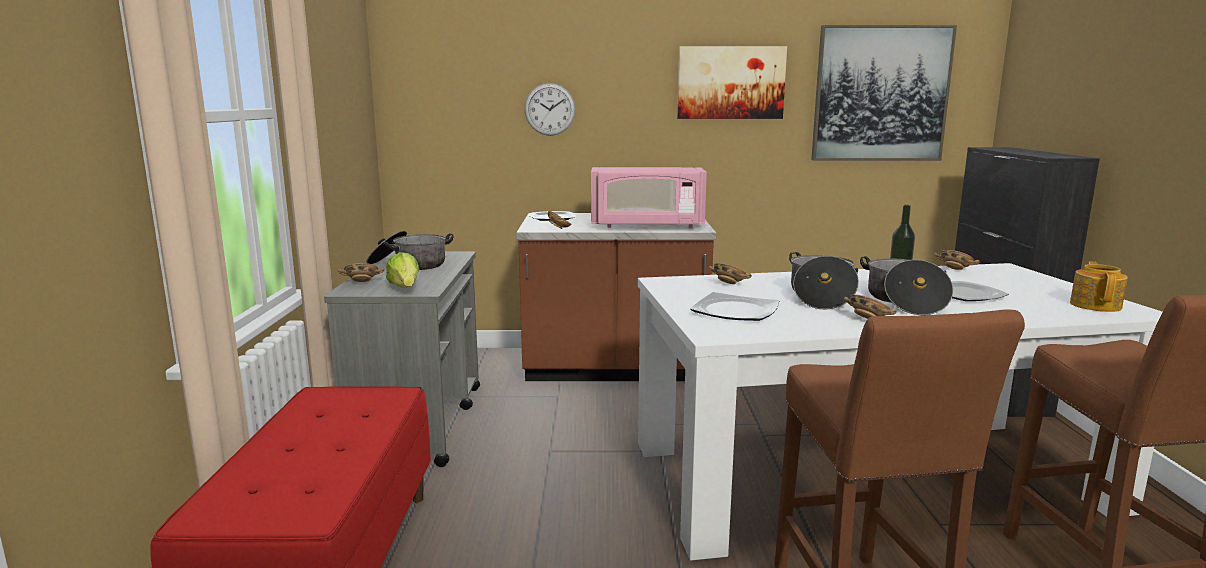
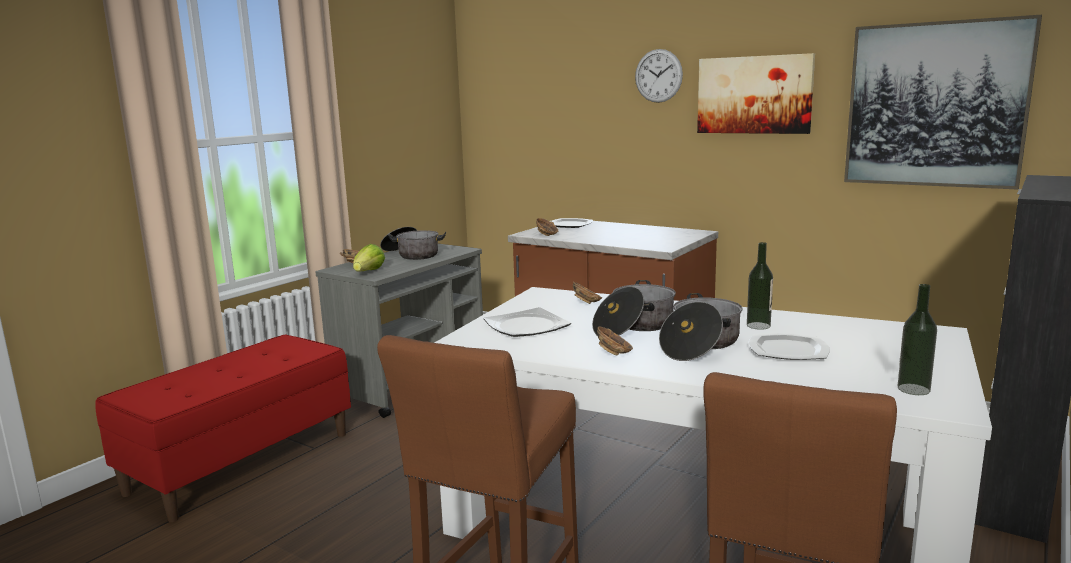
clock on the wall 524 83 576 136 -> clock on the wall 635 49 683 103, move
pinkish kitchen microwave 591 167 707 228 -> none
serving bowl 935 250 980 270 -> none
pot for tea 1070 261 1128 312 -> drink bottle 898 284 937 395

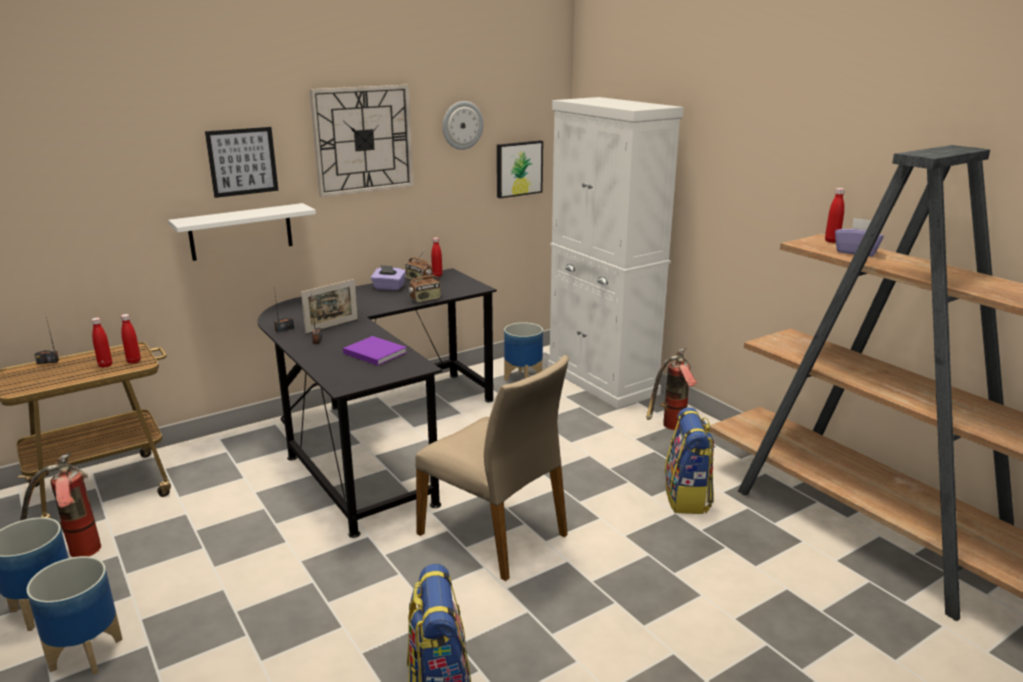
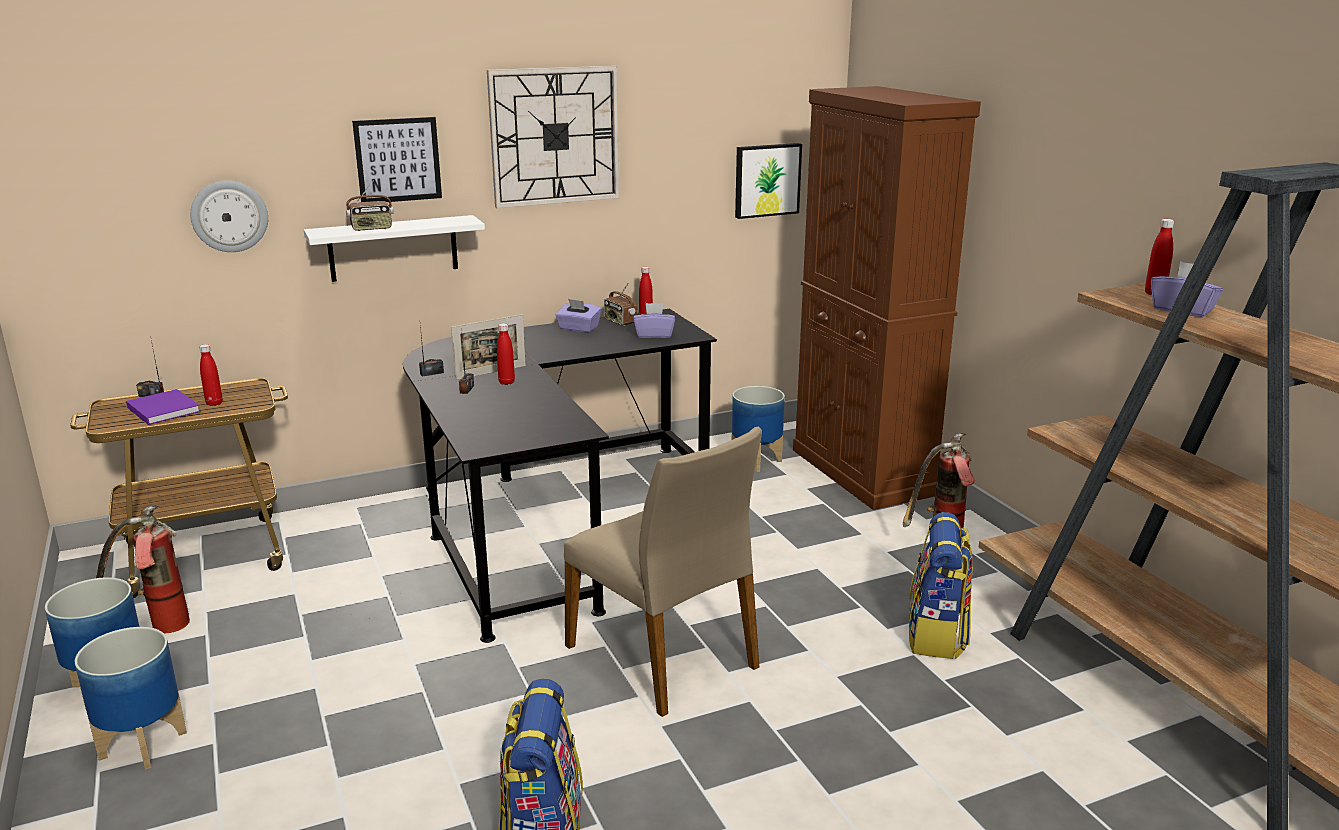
white storage cabinet 548 97 684 409 -> brown storage cabinet 793 86 981 510
clock on the wall 442 101 484 150 -> clock on the wall 190 181 268 252, move
radio 409 265 441 302 -> radio 346 181 393 231, move
red-coloured drink bottle 121 314 141 364 -> red-coloured drink bottle 497 323 515 385, move
purple book 343 336 407 366 -> purple book 126 389 201 425, move
none -> purple tissue holder 633 303 675 338

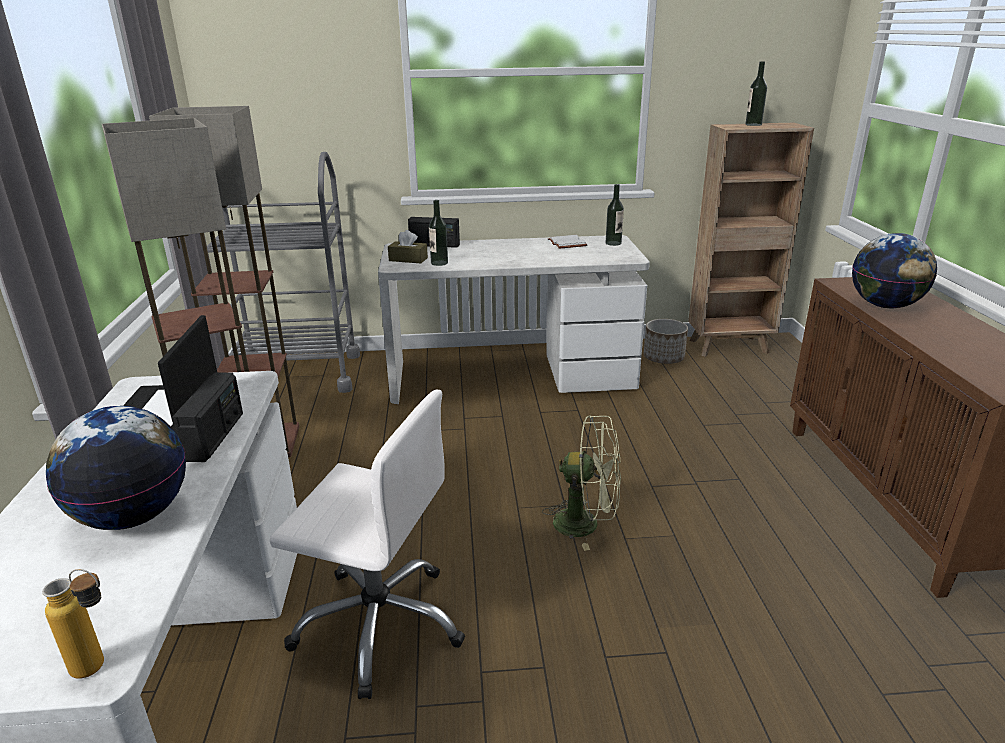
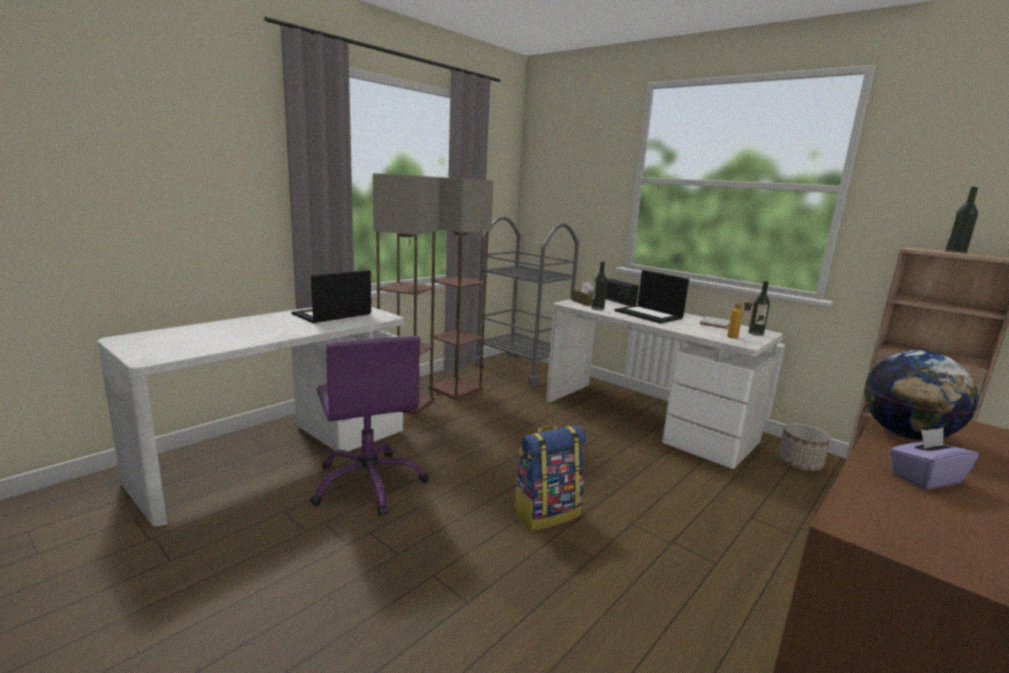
radio 171 373 243 462 -> none
white computer chair 269 390 465 699 -> purple computer chair 310 336 429 516
world globe 46 406 186 530 -> none
greenish fan 542 415 621 551 -> backpack 513 425 586 531
drink bottle 42 569 104 679 -> drink bottle 727 298 753 338, move
none -> notebook computer 614 270 689 323
none -> purple tissue holder 890 428 979 489

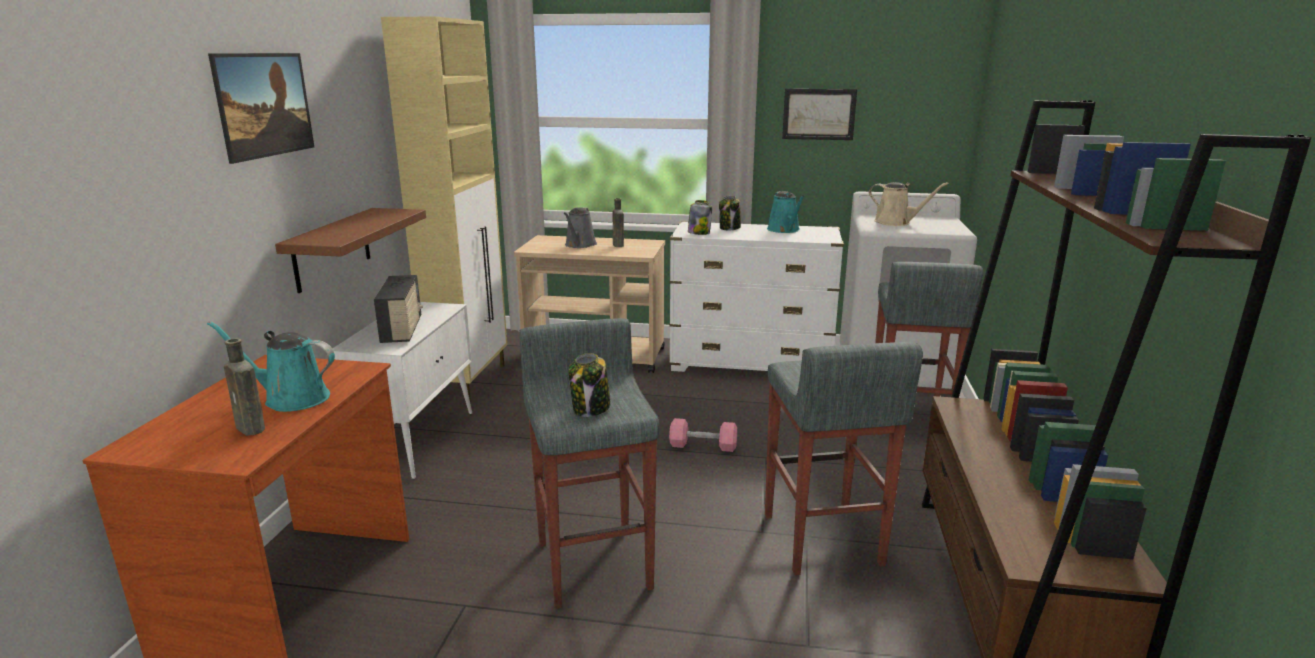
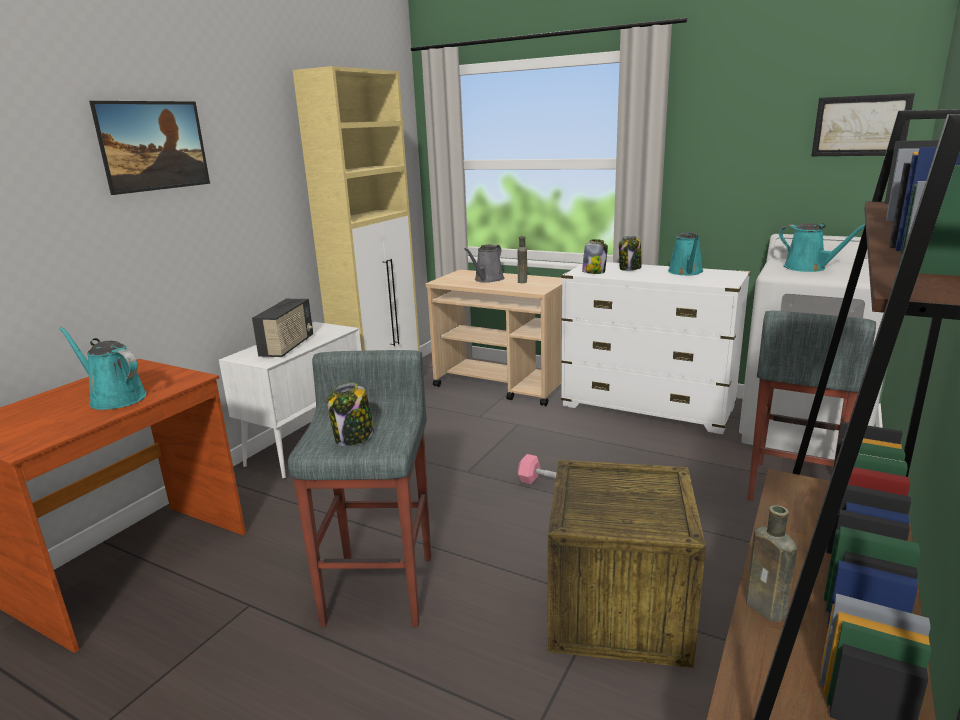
wall art 782 89 857 140 -> wall art 811 93 915 156, move
sand-coloured sprinkling can 869 182 949 226 -> turquoise sprinkling can 779 223 865 272
brown shelf 275 208 426 293 -> none
brown drink bottle 224 338 265 436 -> brown drink bottle 746 505 797 622, move
grey stool 765 342 923 575 -> packing crate 548 460 706 668

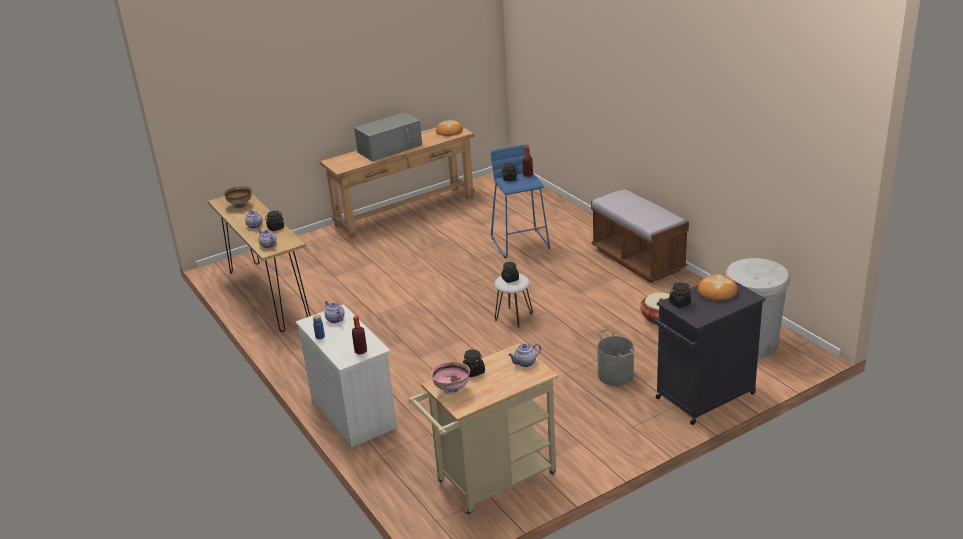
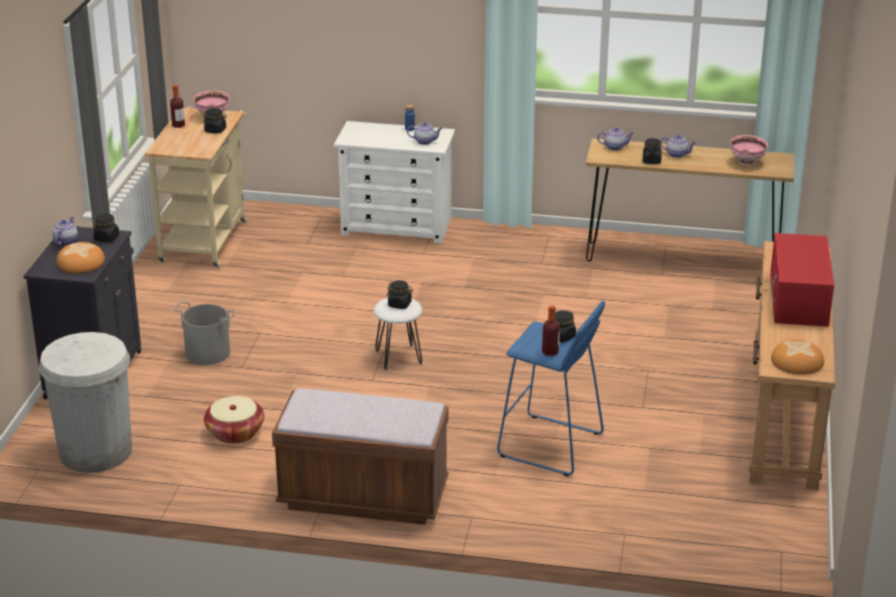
grey kitchen microwave 354 112 422 161 -> red-coloured kitchen microwave 770 233 834 327
brown serving bowl 224 186 252 208 -> pinkish serving bowl 730 135 768 165
drink bottle 352 316 367 354 -> drink bottle 170 85 185 128, move
pot for tea 508 343 541 367 -> pot for tea 52 217 78 246, move

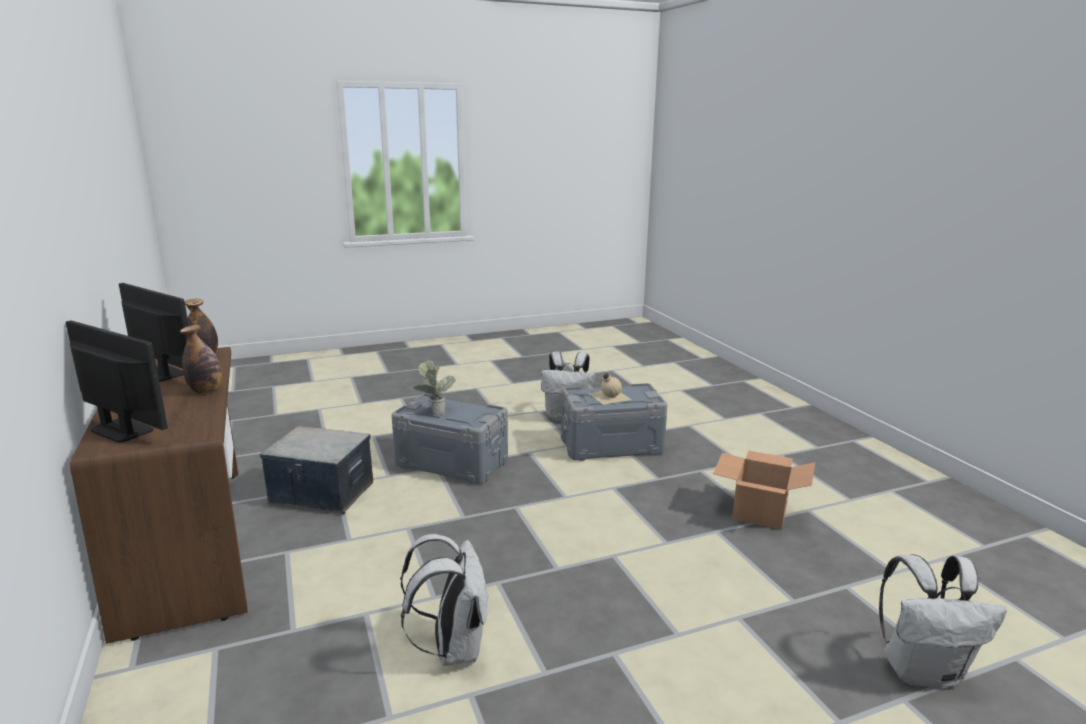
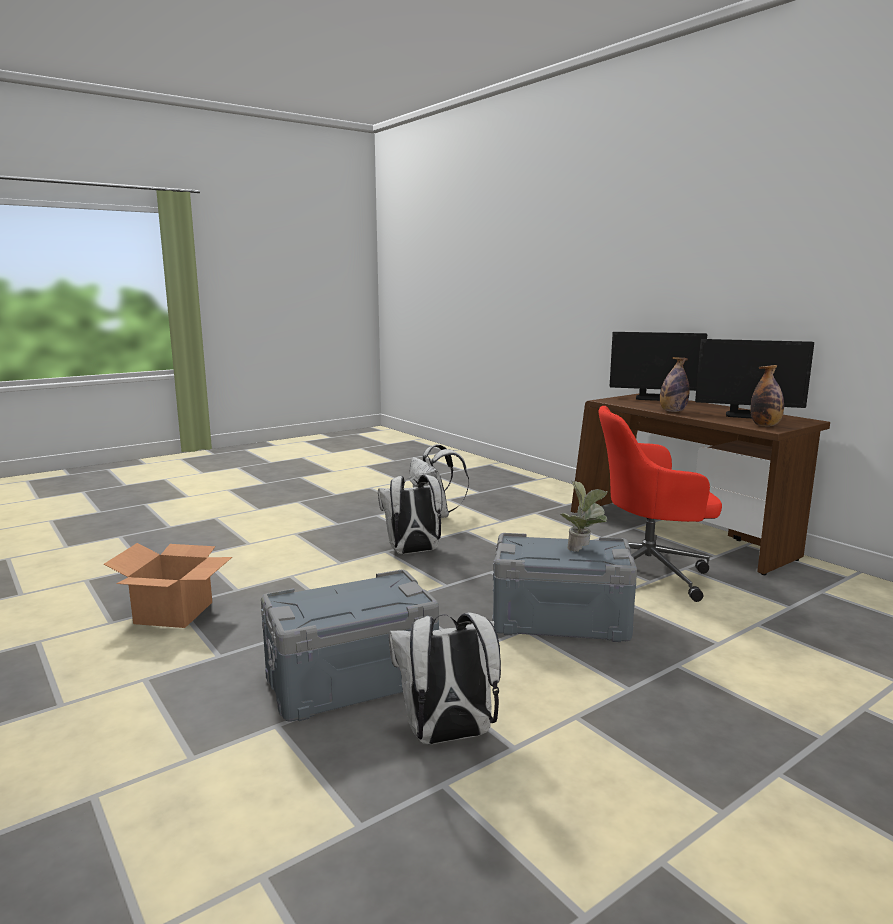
sand-coloured drink bottle 588 373 631 405 -> none
storage container 260 426 373 514 -> red-coloured computer chair 599 406 722 602
white backpack 879 554 1007 687 -> white backpack 378 475 442 554, move

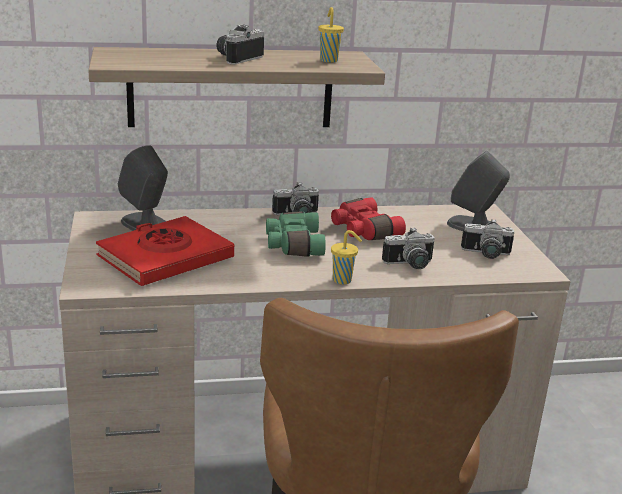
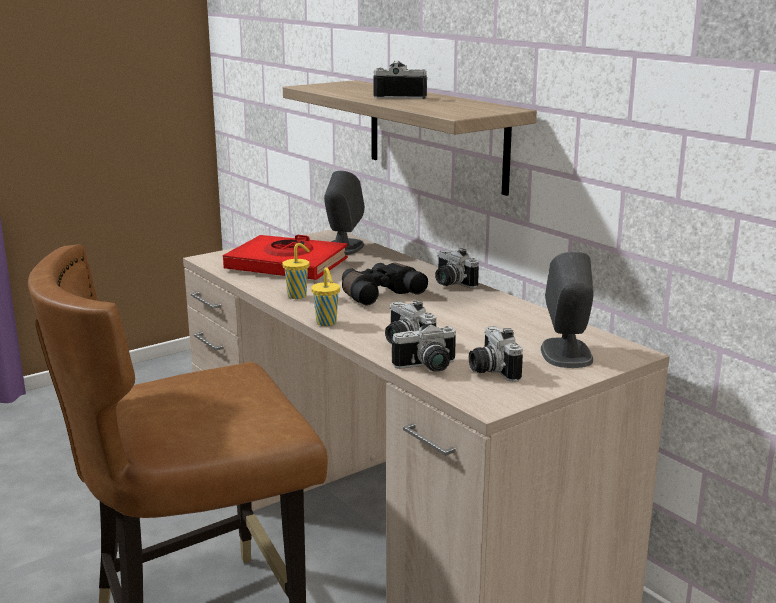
yellowish small cup 318 7 344 63 -> yellowish small cup 282 243 310 299, move
red-coloured binoculars 331 197 406 240 -> none
greenish binoculars 266 211 326 257 -> black-coloured binoculars 342 263 428 306
none -> still camera 392 320 456 372

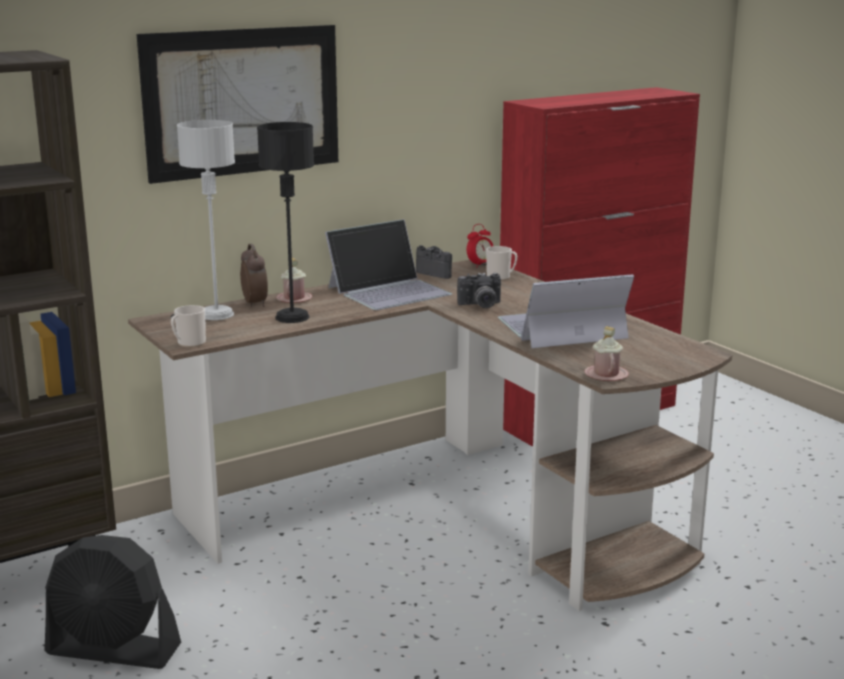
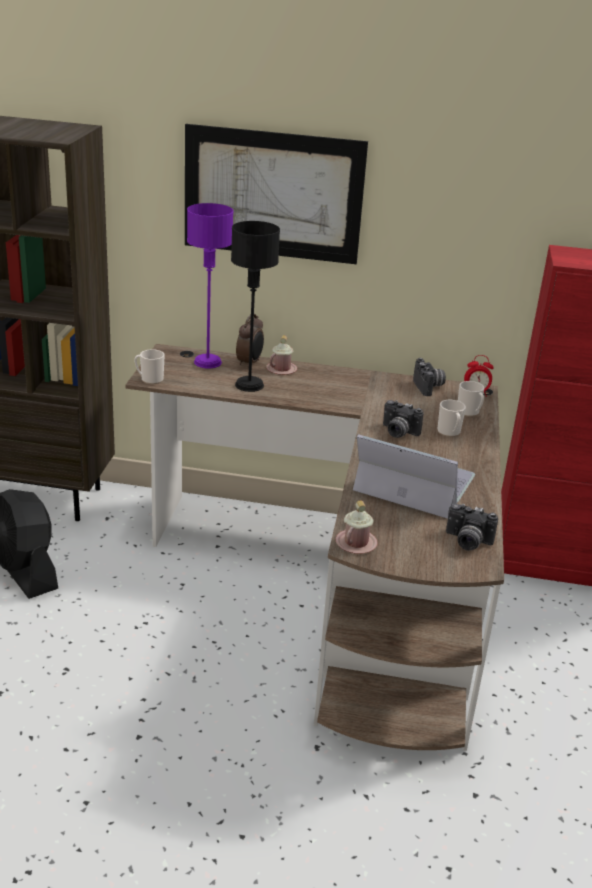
grey lamp for a table 177 120 235 320 -> purple lamp for a table 187 203 233 368
notebook computer 325 219 452 310 -> none
none -> coffee mug 437 400 466 437
none -> still camera 446 503 498 551

